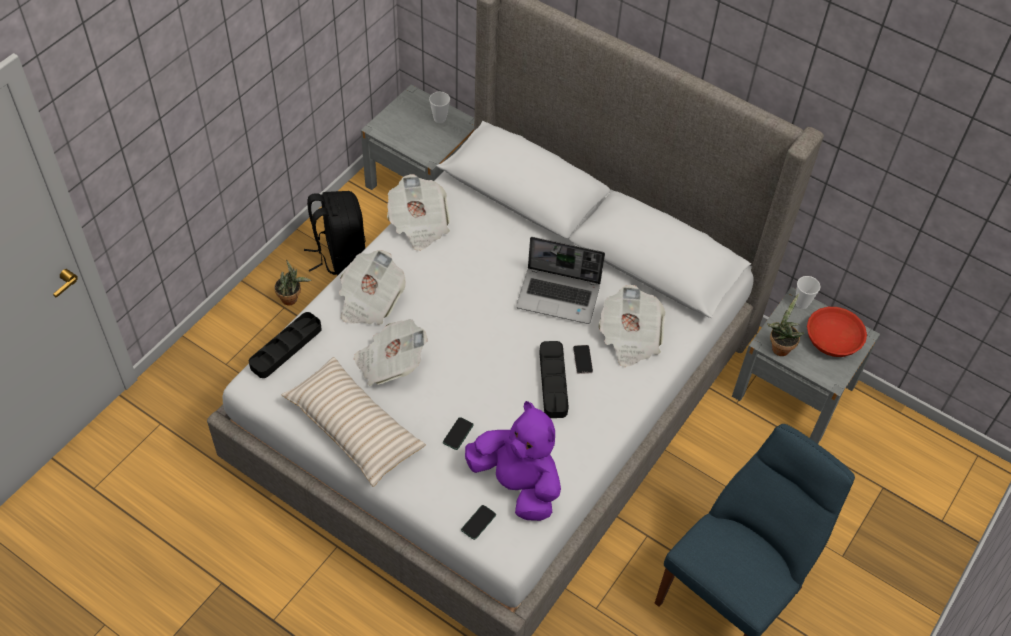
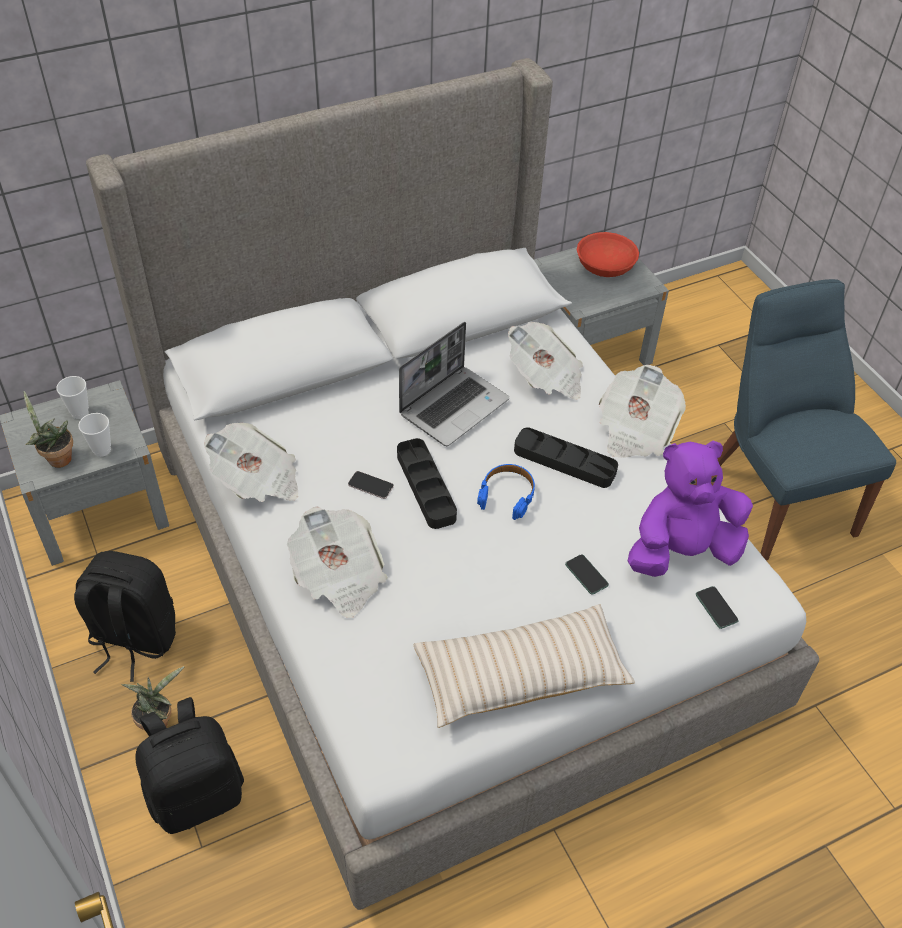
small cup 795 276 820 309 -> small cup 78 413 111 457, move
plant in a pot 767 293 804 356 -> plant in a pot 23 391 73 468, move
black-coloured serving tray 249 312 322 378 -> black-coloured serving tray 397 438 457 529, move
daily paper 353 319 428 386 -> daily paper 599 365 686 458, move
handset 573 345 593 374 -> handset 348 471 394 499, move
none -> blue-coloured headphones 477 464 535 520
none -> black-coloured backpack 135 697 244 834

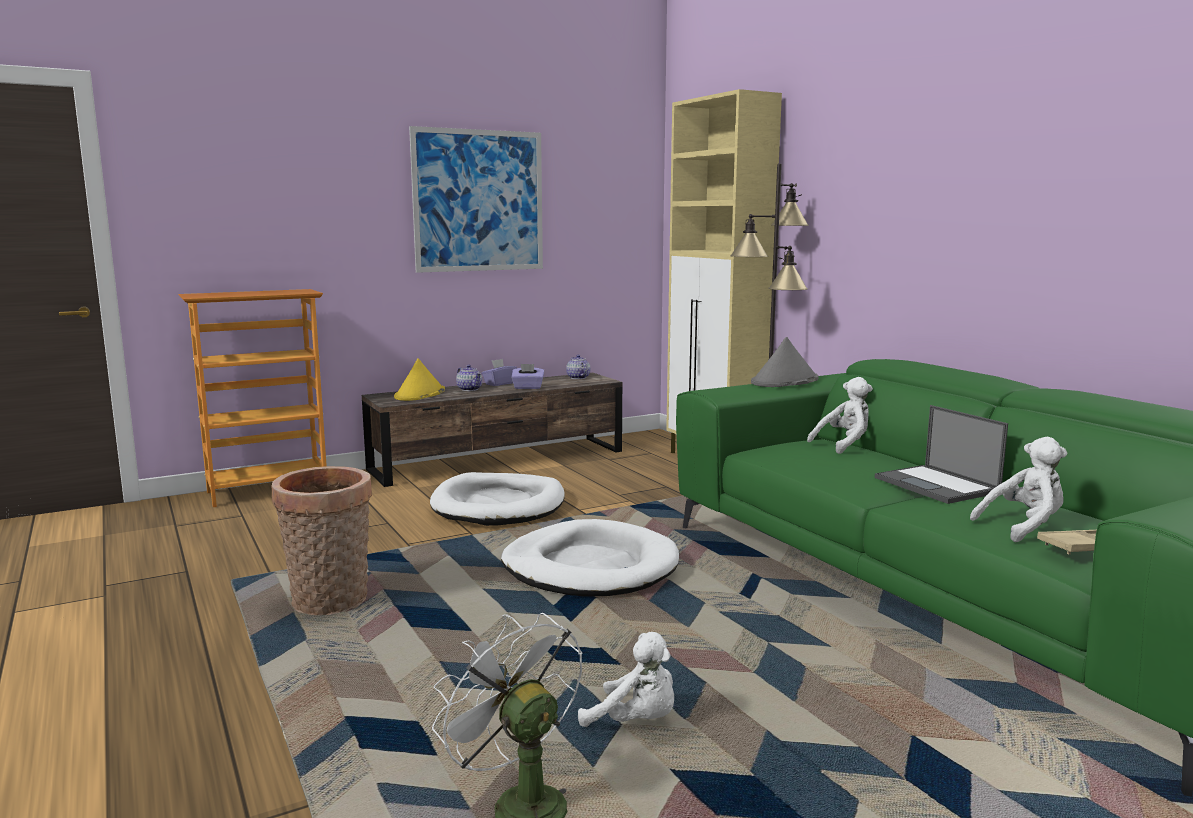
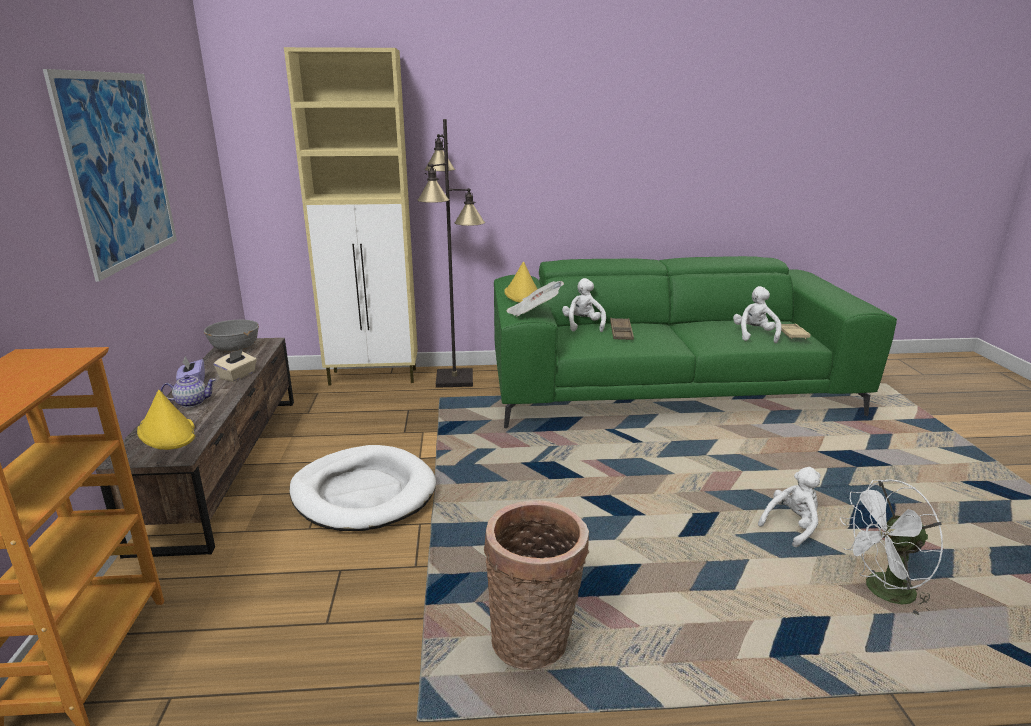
grey clothing hat 751 337 819 387 -> yellowish clothing hat 504 262 537 302
pot for tea 566 355 590 379 -> grey serving bowl 204 320 259 352
purple tissue holder 511 364 544 389 -> sand-coloured tissue holder 213 349 257 382
notebook computer 875 405 1008 504 -> none
white pet bed 501 519 679 596 -> none
none -> daily paper 507 281 564 317
none -> brown serving tray 610 318 634 340

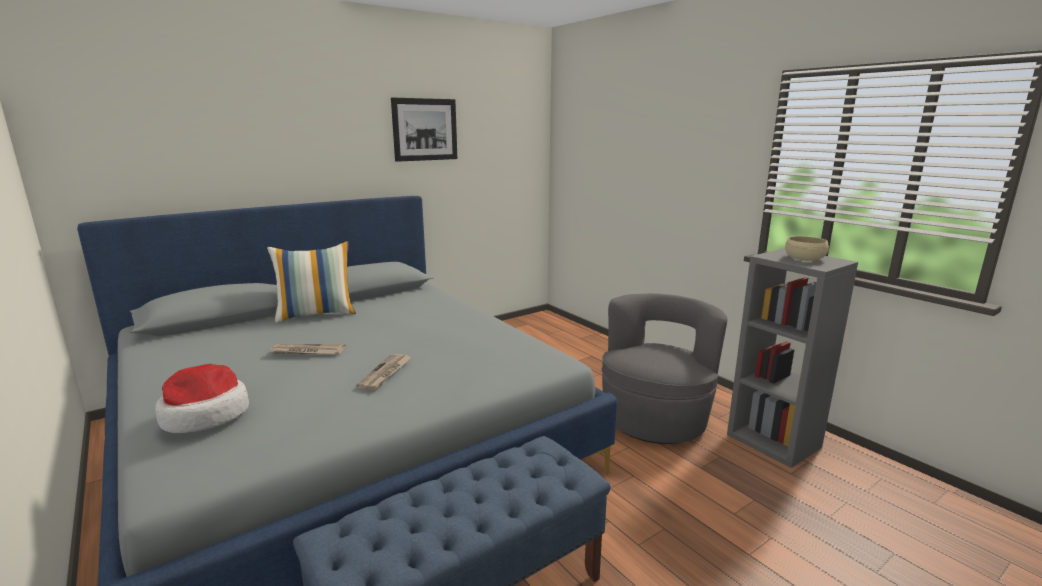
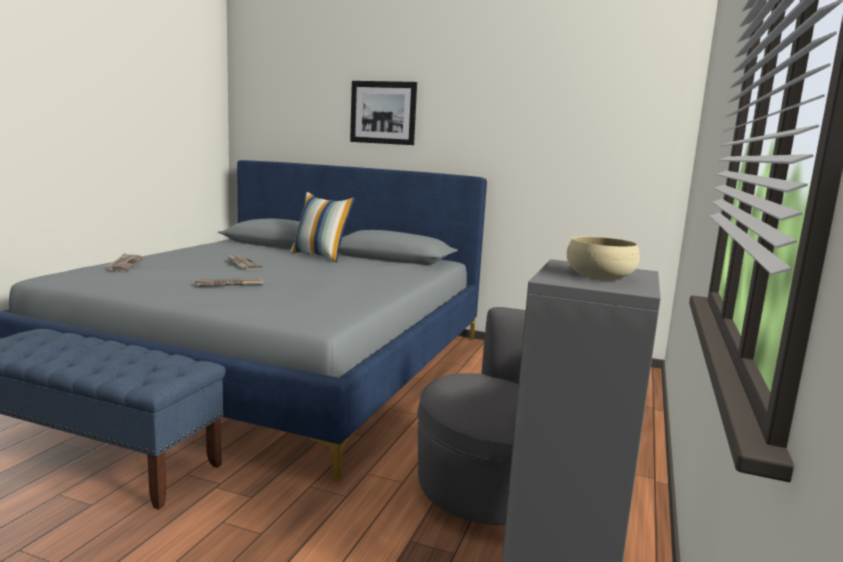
wall art 391 98 457 162 -> wall art 350 81 417 145, move
clothing hat 155 364 249 433 -> daily paper 105 253 143 271

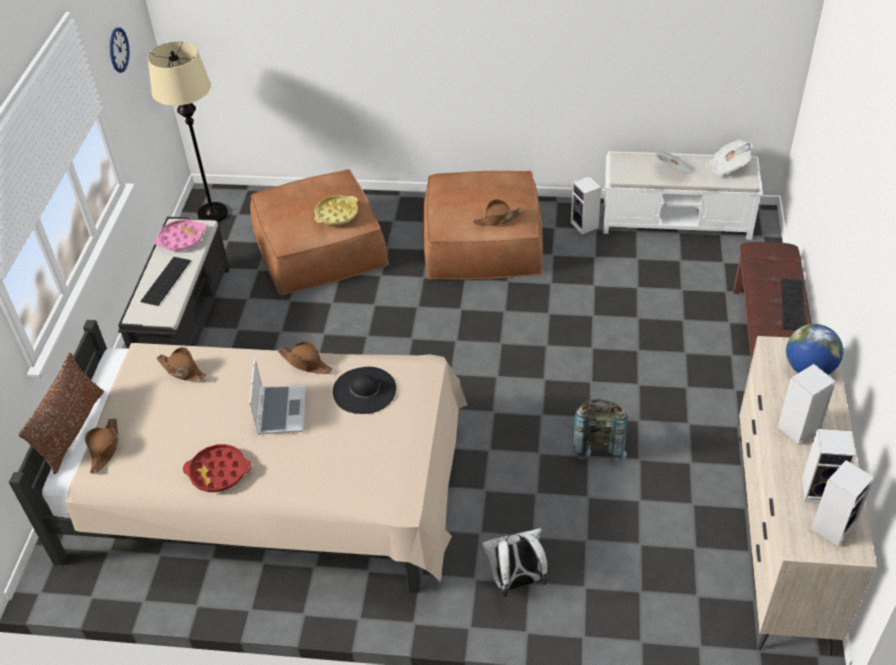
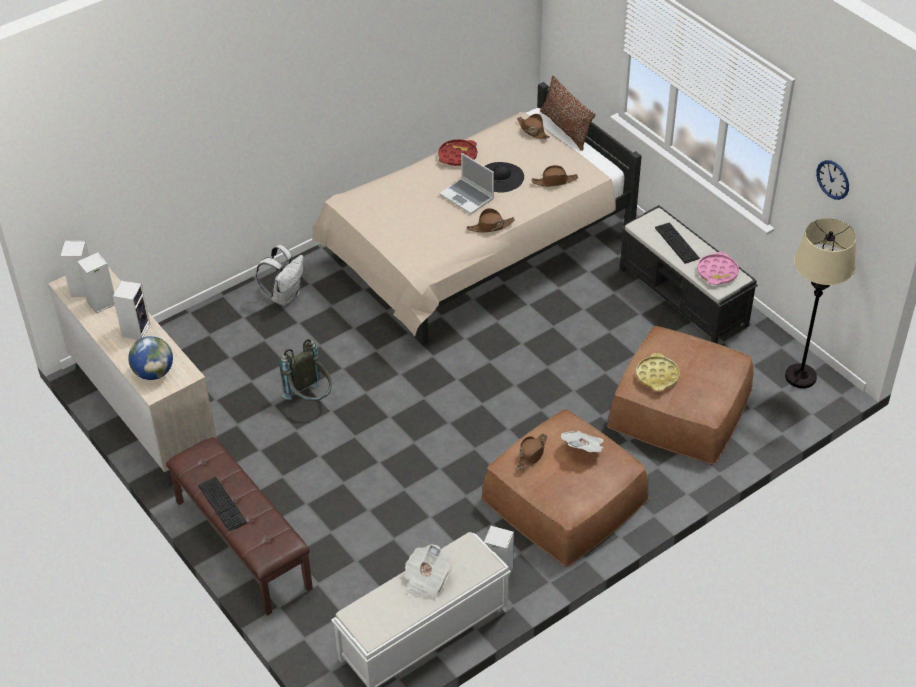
daily paper 705 140 753 176 -> daily paper 561 431 604 452, move
black-coloured clothing hat 333 367 396 414 -> black-coloured clothing hat 485 162 524 193, move

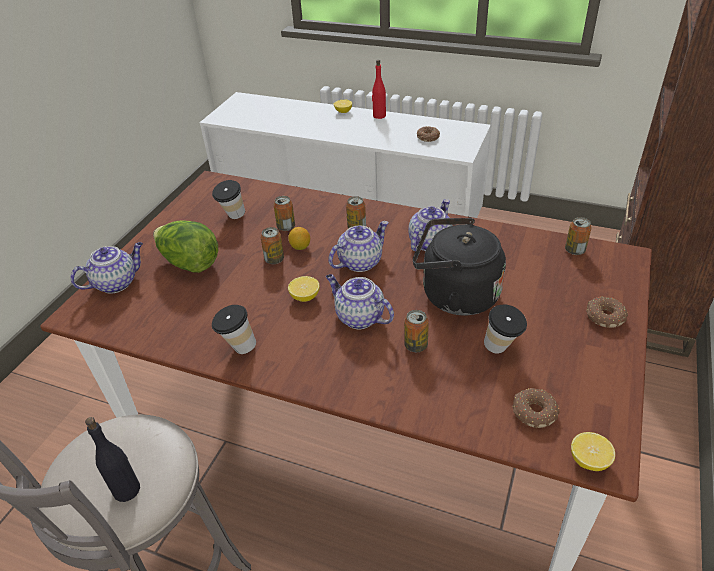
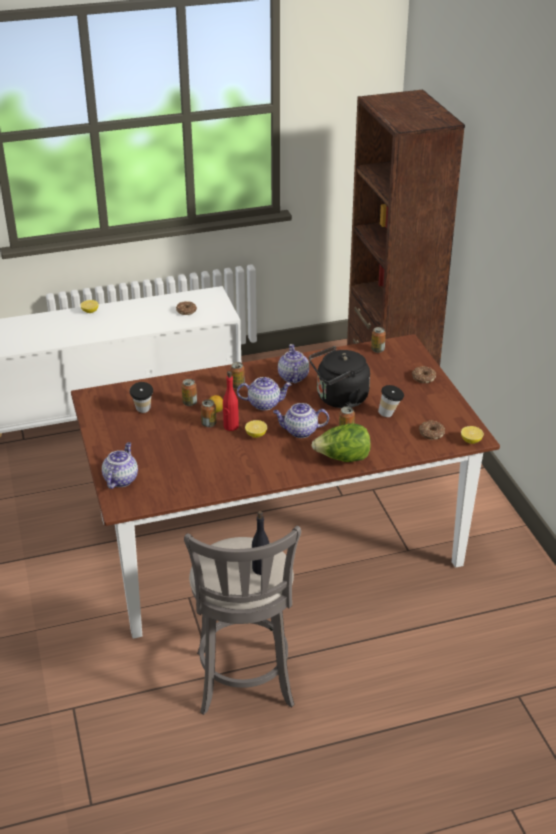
red-coloured drink bottle 372 60 386 119 -> red-coloured drink bottle 223 371 239 431, move
lettuce head 153 220 218 273 -> lettuce head 311 424 371 462, move
pot for tea 328 221 389 272 -> pot for tea 237 377 292 410, 75 degrees clockwise
small cup 212 305 256 354 -> none

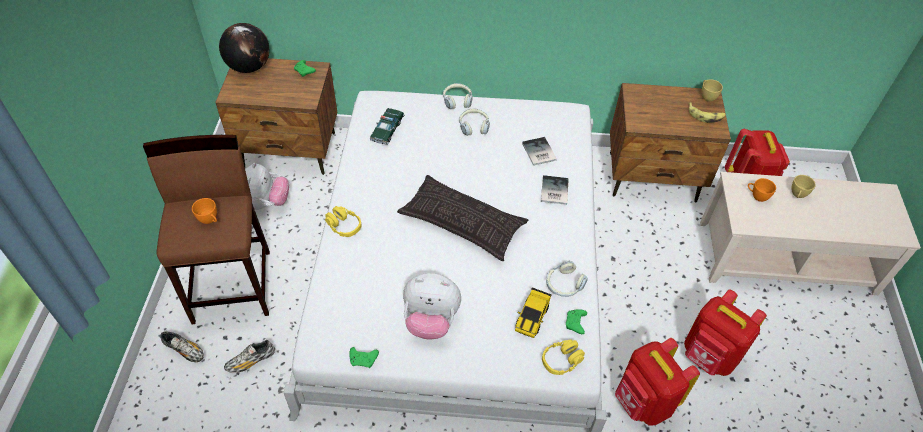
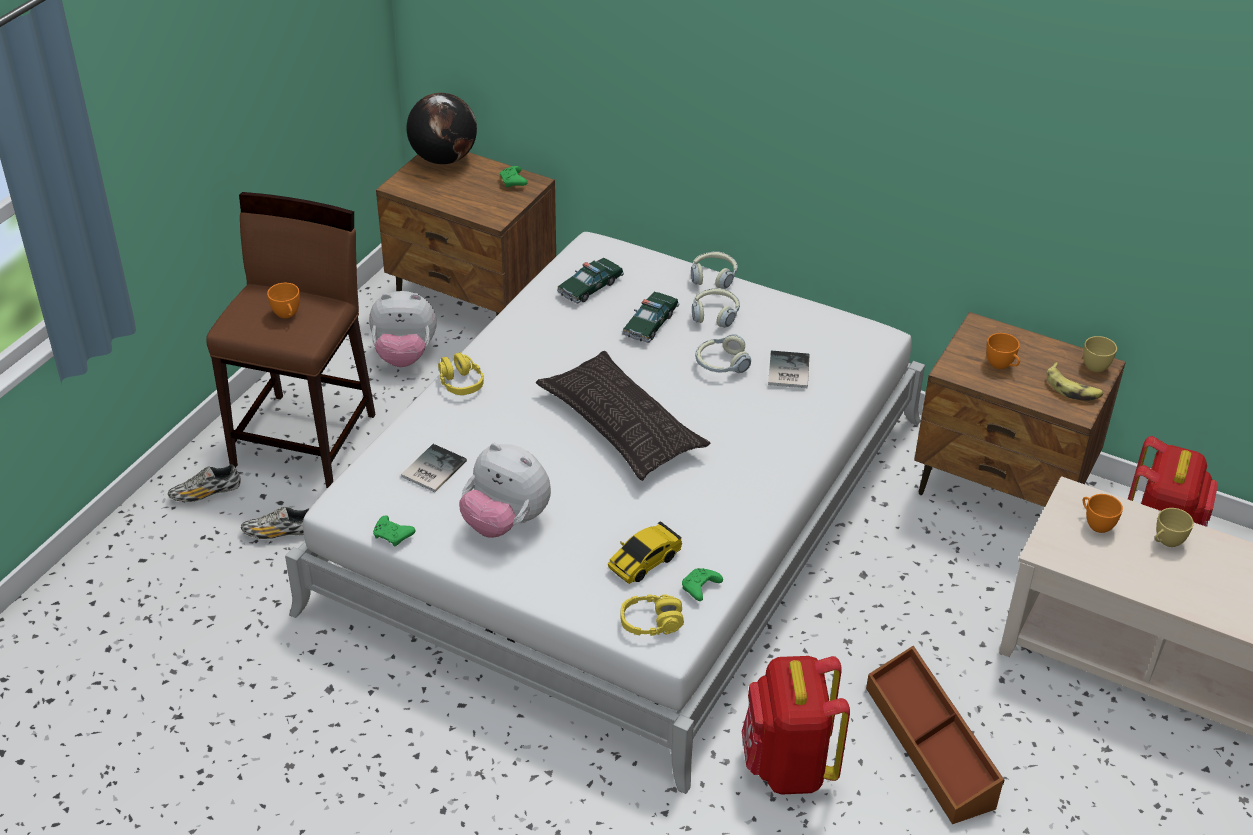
plush toy 245 163 289 210 -> plush toy 369 291 437 367, 60 degrees clockwise
book 541 175 569 205 -> book 401 444 467 492, move
headphones 546 261 588 297 -> headphones 695 334 751 373, move
red-coloured backpack 684 289 767 376 -> brown storage container 866 646 1004 824
shoe 160 331 204 362 -> shoe 168 464 241 502, 105 degrees clockwise
none -> model car 622 292 679 343
none -> orange small cup 986 333 1020 369

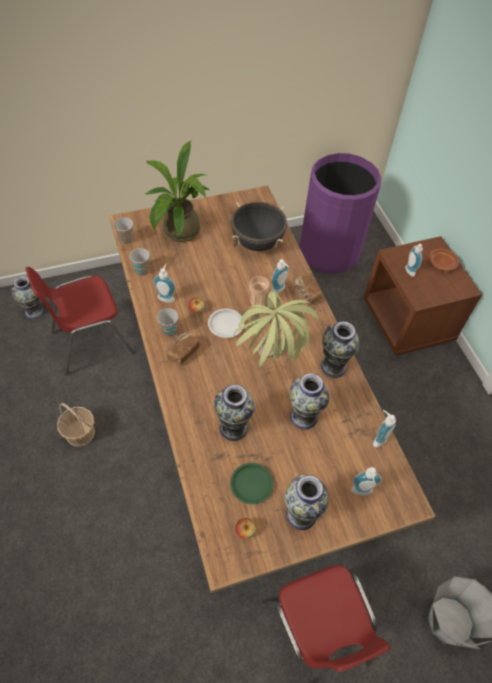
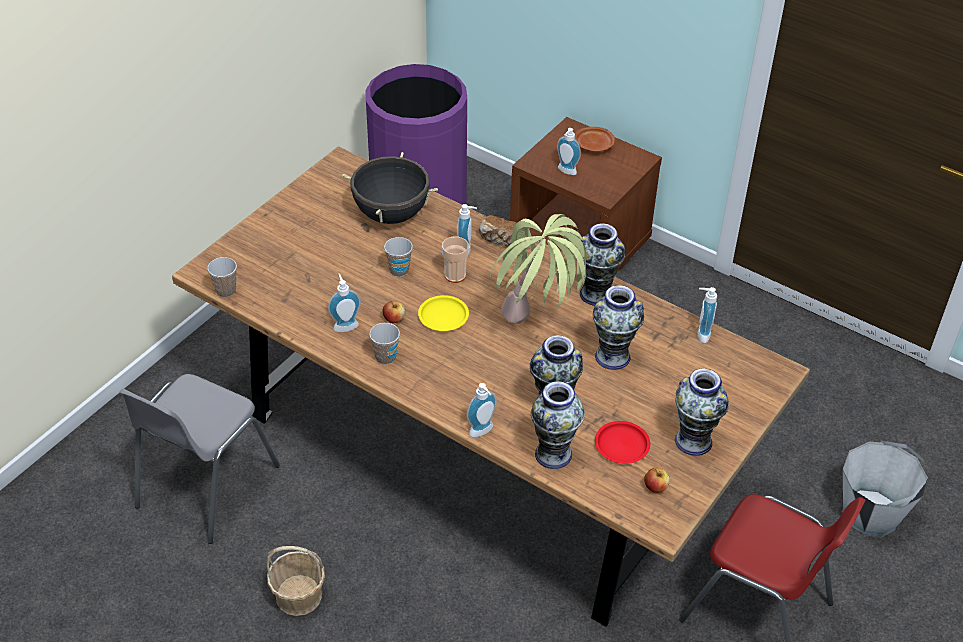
plant in a pot 145 141 210 242 -> none
small cup 130 248 150 276 -> small cup 384 237 413 277, move
red-coloured upright chair 25 267 135 375 -> grey upright chair 119 374 280 544
flower vase 11 276 44 319 -> flower vase 531 381 585 469, move
white dinner plate 208 309 244 338 -> yellowish dinner plate 418 295 469 331
bread 167 333 200 365 -> none
greenish dinner plate 230 463 274 505 -> red-coloured dinner plate 595 421 650 464
soap dispenser 351 467 382 496 -> soap dispenser 467 383 497 437, move

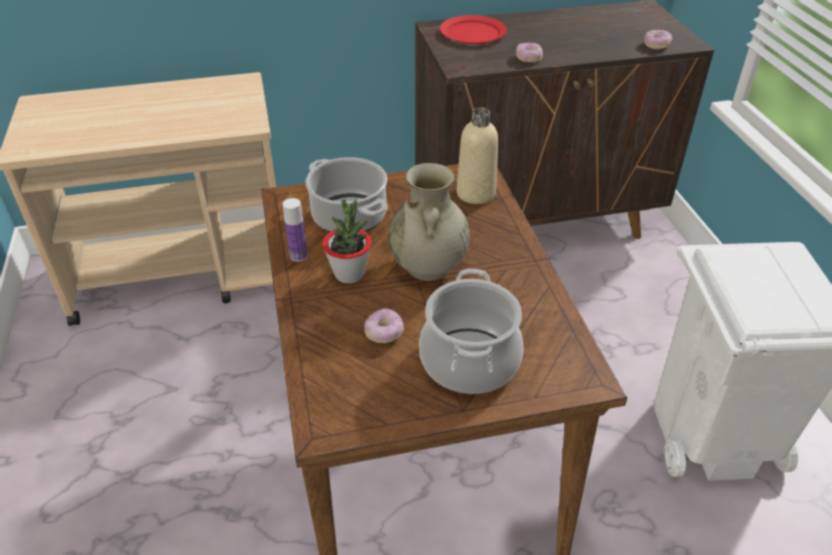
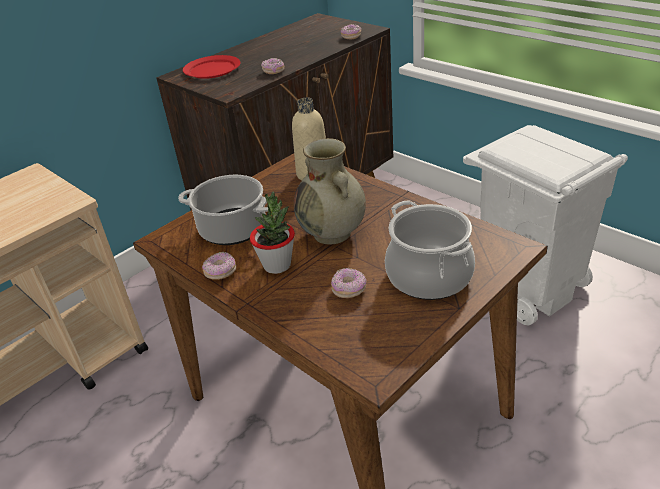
drink bottle 283 198 308 262 -> ring doughnut 202 252 236 280

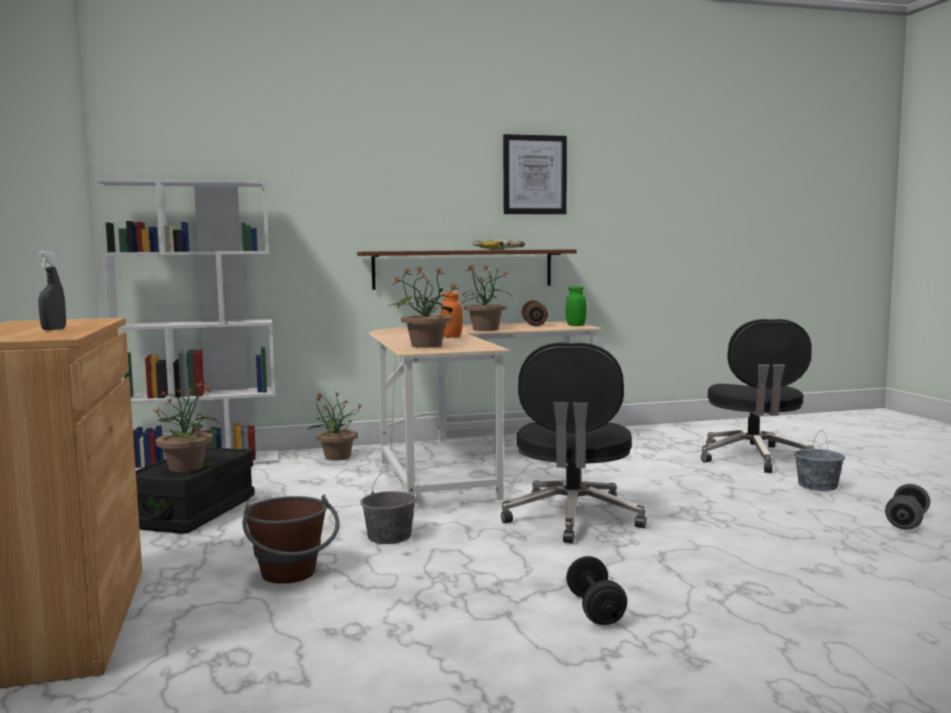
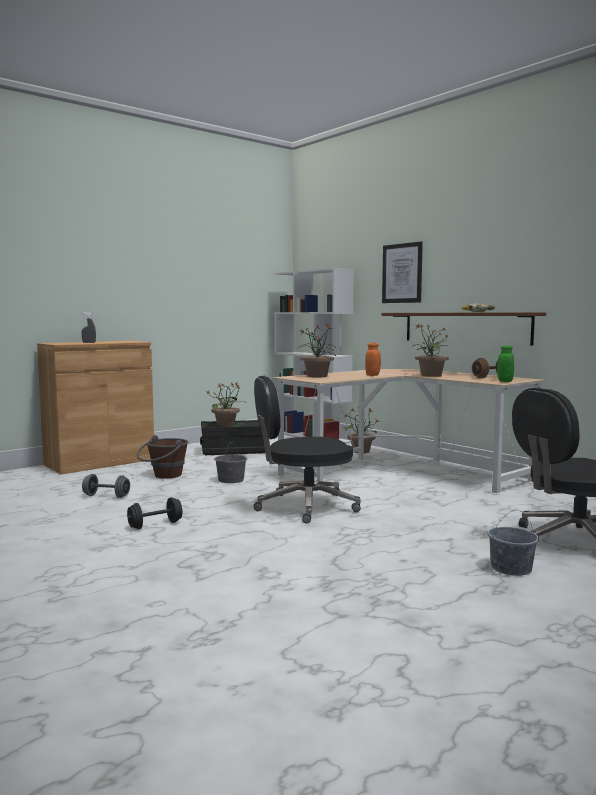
wall art 503 134 567 214 -> wall art 382 242 423 303, move
grey free weight 885 484 930 530 -> grey free weight 82 474 130 498, move

